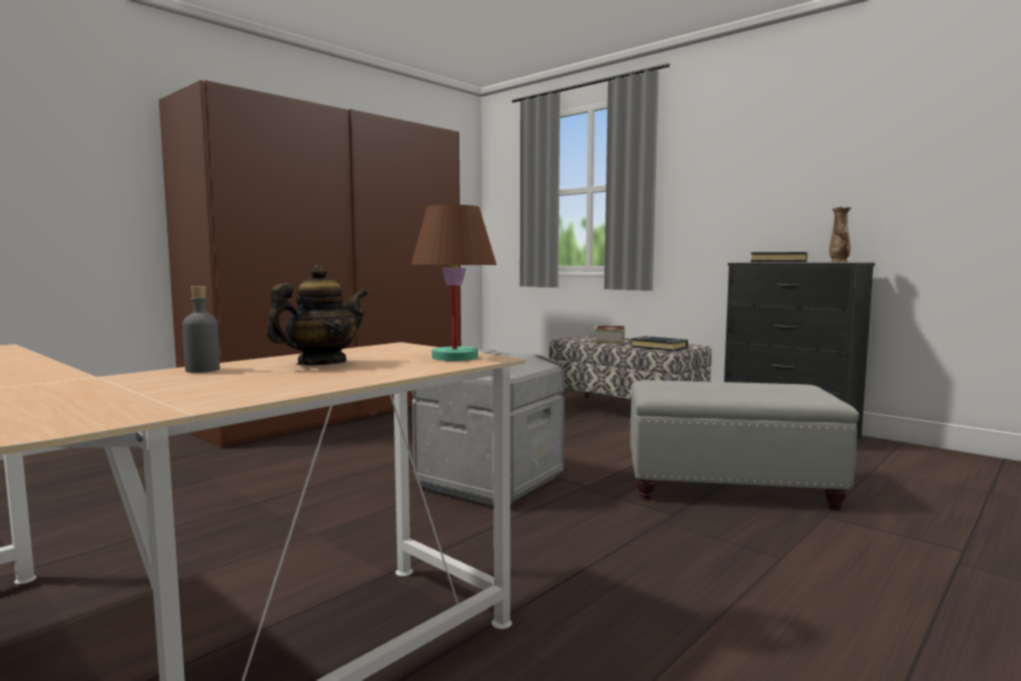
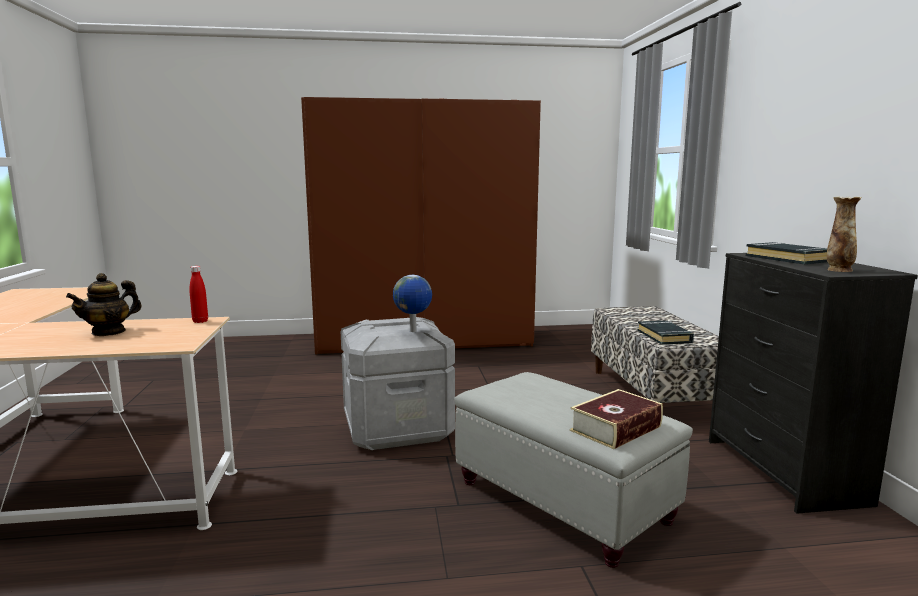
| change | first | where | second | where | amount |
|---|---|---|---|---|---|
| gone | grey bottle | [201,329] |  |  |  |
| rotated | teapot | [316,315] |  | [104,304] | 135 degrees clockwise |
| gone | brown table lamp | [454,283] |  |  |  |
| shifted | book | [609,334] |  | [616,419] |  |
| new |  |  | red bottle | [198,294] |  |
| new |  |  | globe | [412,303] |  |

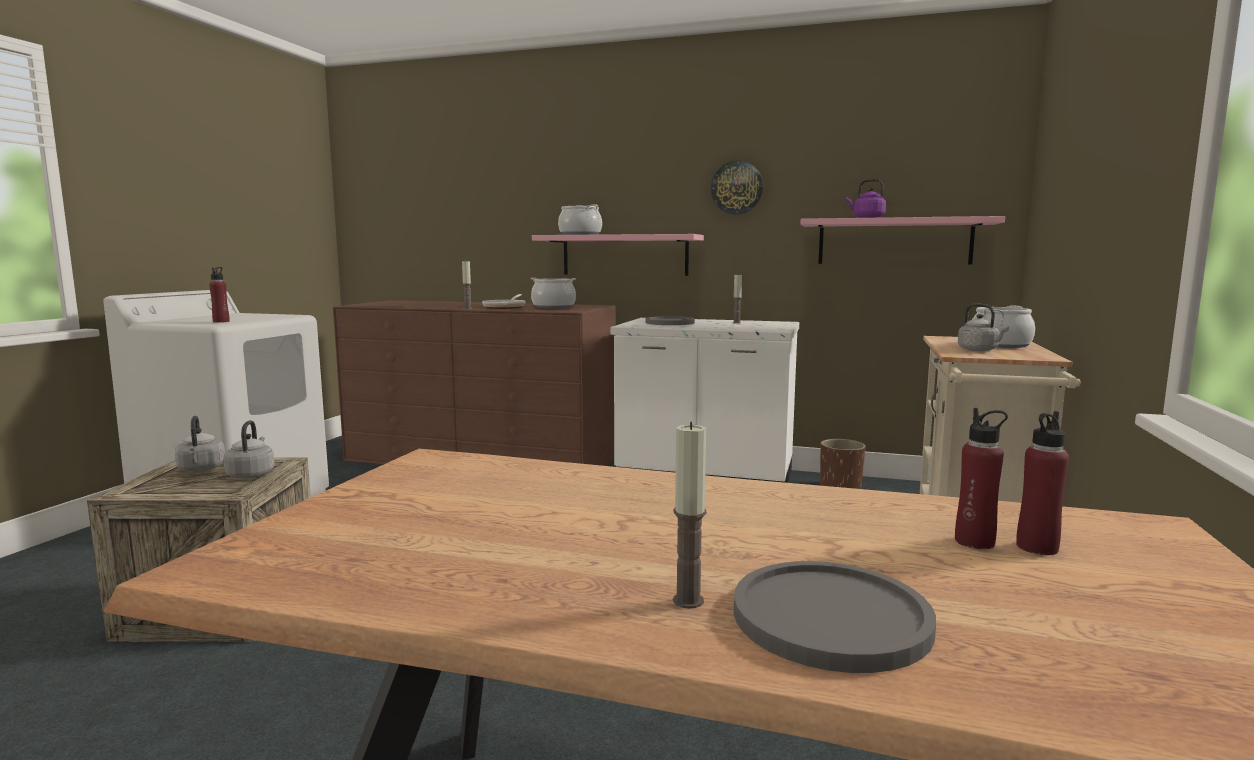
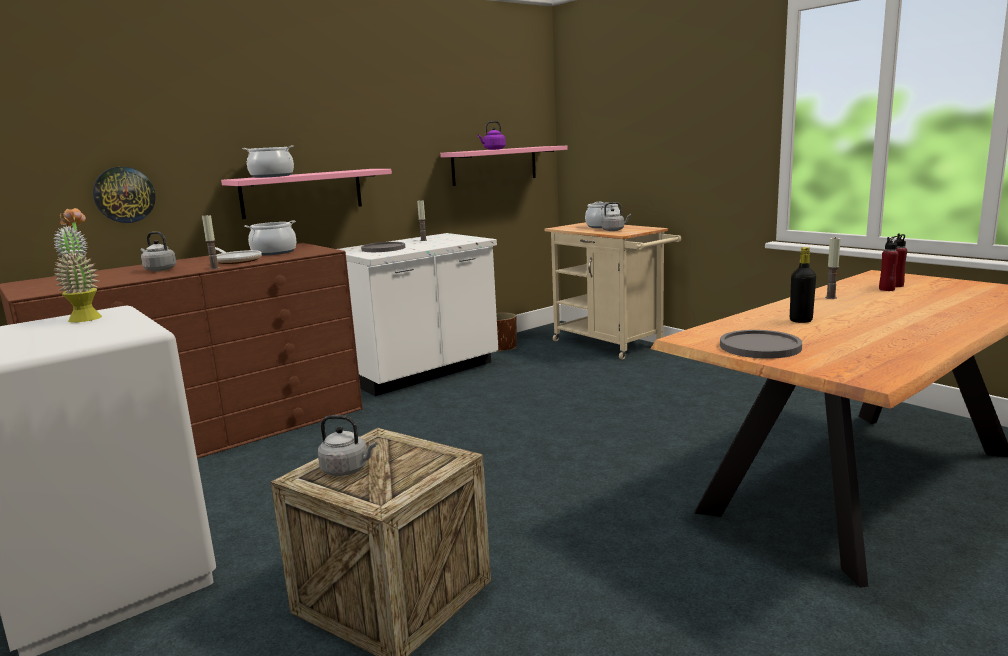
| change | first | where | second | where | amount |
|---|---|---|---|---|---|
| gone | red bottle | [219,295] |  |  |  |
| shifted | grey kettle | [248,449] |  | [158,251] |  |
| shifted | candle | [689,515] |  | [833,268] |  |
| shifted | wall clock | [737,187] |  | [124,195] |  |
| shifted | grey plate | [835,617] |  | [761,344] |  |
| new |  |  | potted plant | [77,265] |  |
| new |  |  | black bottle | [803,285] |  |

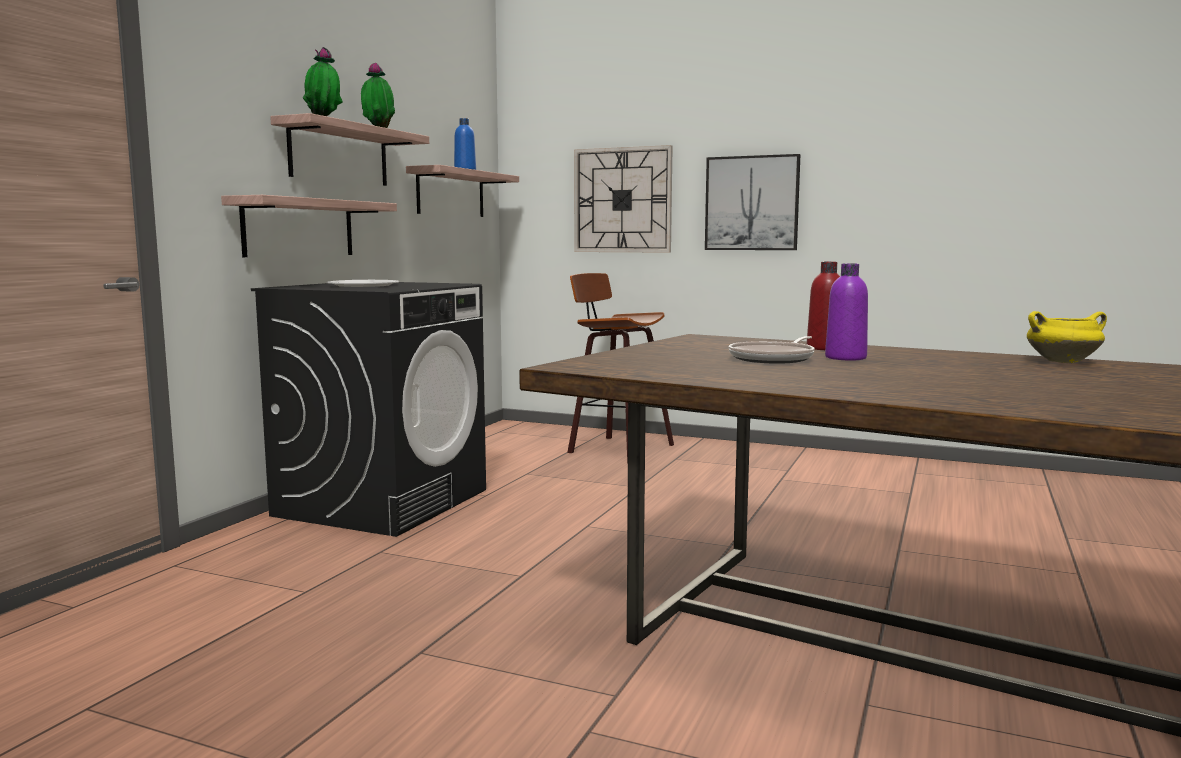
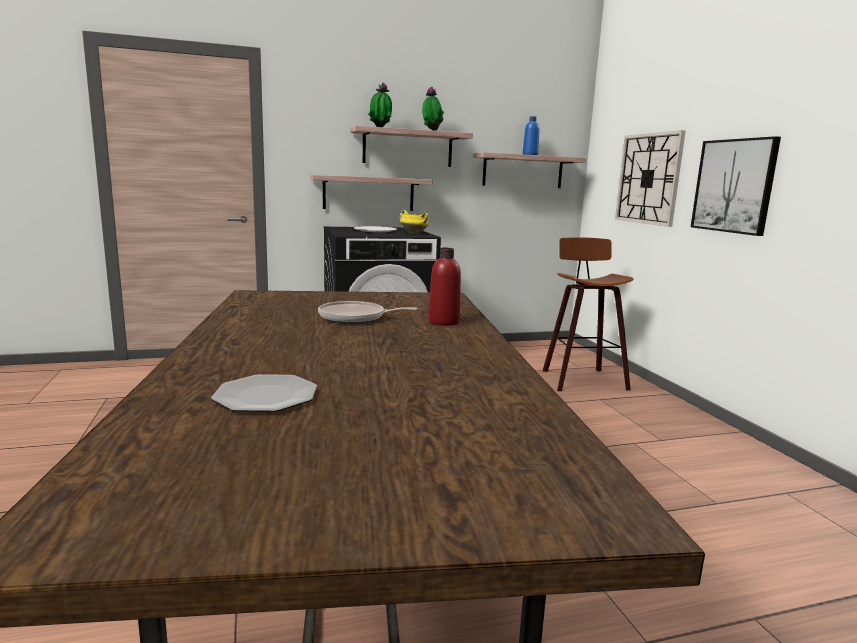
| change | first | where | second | where | amount |
|---|---|---|---|---|---|
| gone | purple bottle | [846,311] |  |  |  |
| shifted | yellow cooking pot | [1067,337] |  | [414,222] |  |
| new |  |  | plate | [264,393] |  |

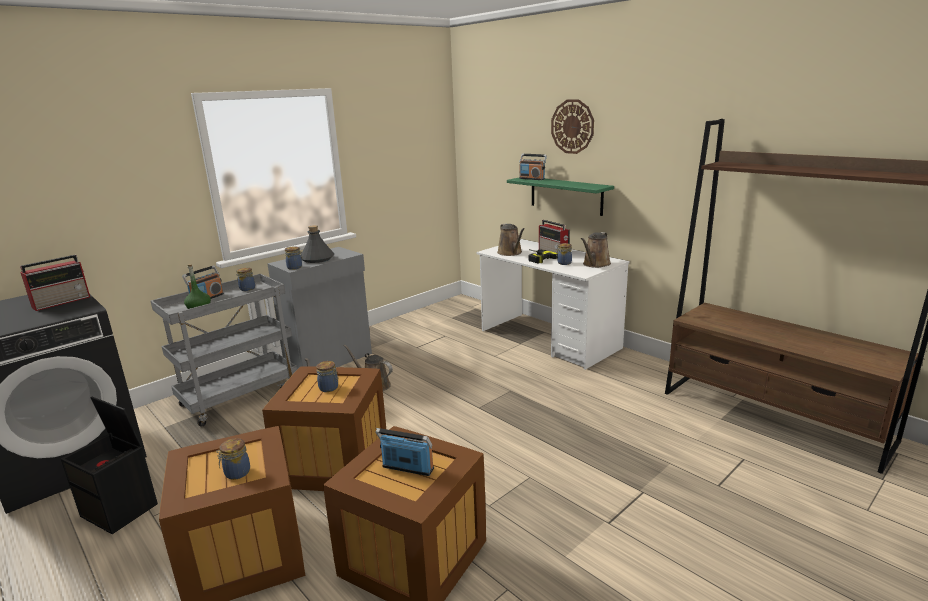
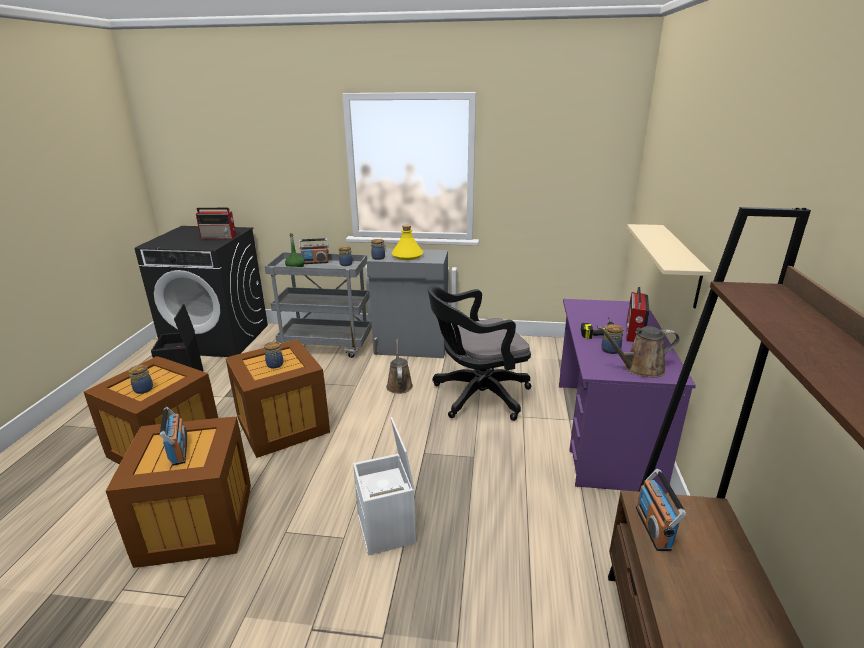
| change | first | where | second | where | amount |
|---|---|---|---|---|---|
| repainted | grey bottle | [317,244] | yellow bottle | [407,242] |  |
| repainted | white desk | [553,304] | purple desk | [627,396] |  |
| gone | brown watering can | [510,239] |  |  |  |
| repainted | green shelf | [560,197] | beige shelf | [669,266] |  |
| shifted | radio | [533,167] |  | [661,510] |  |
| gone | wall clock | [572,126] |  |  |  |
| new |  |  | white storage box | [384,486] |  |
| new |  |  | black office chair | [479,353] |  |

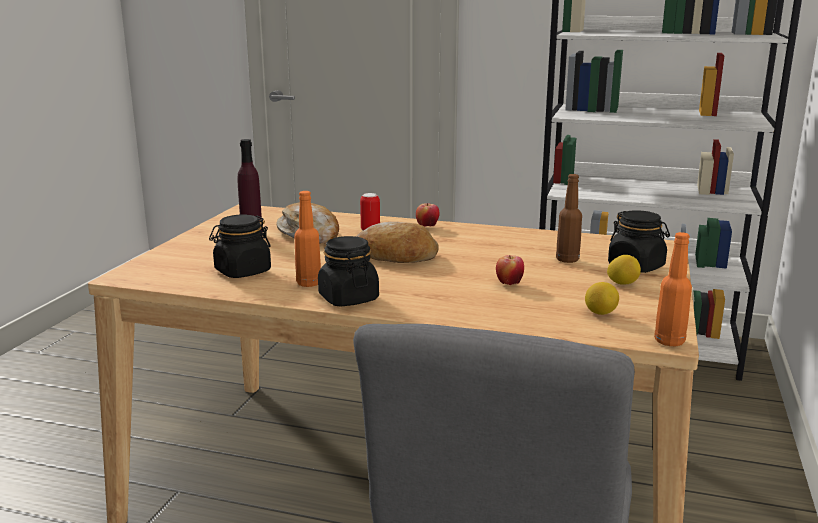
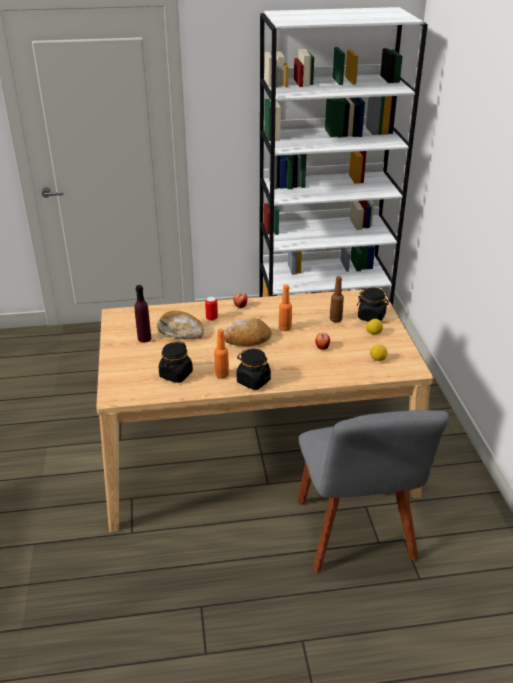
| change | first | where | second | where | amount |
|---|---|---|---|---|---|
| shifted | orange bottle | [673,289] |  | [285,308] |  |

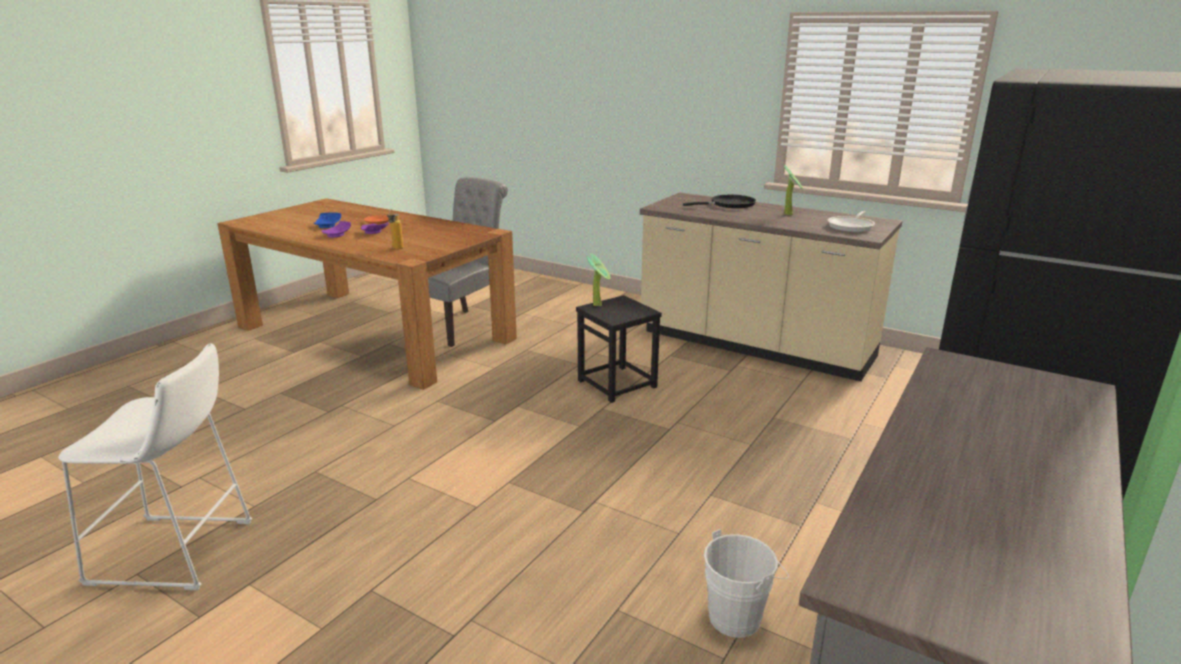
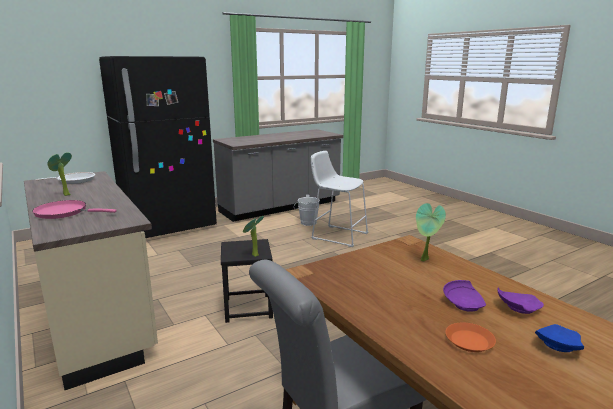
| change | first | where | second | where | amount |
|---|---|---|---|---|---|
| shifted | white stool | [155,466] |  | [339,199] |  |
| swapped | bottle | [395,229] | potted plant | [431,232] |  |
| repainted | black frying pan | [719,201] | pink frying pan | [74,209] |  |

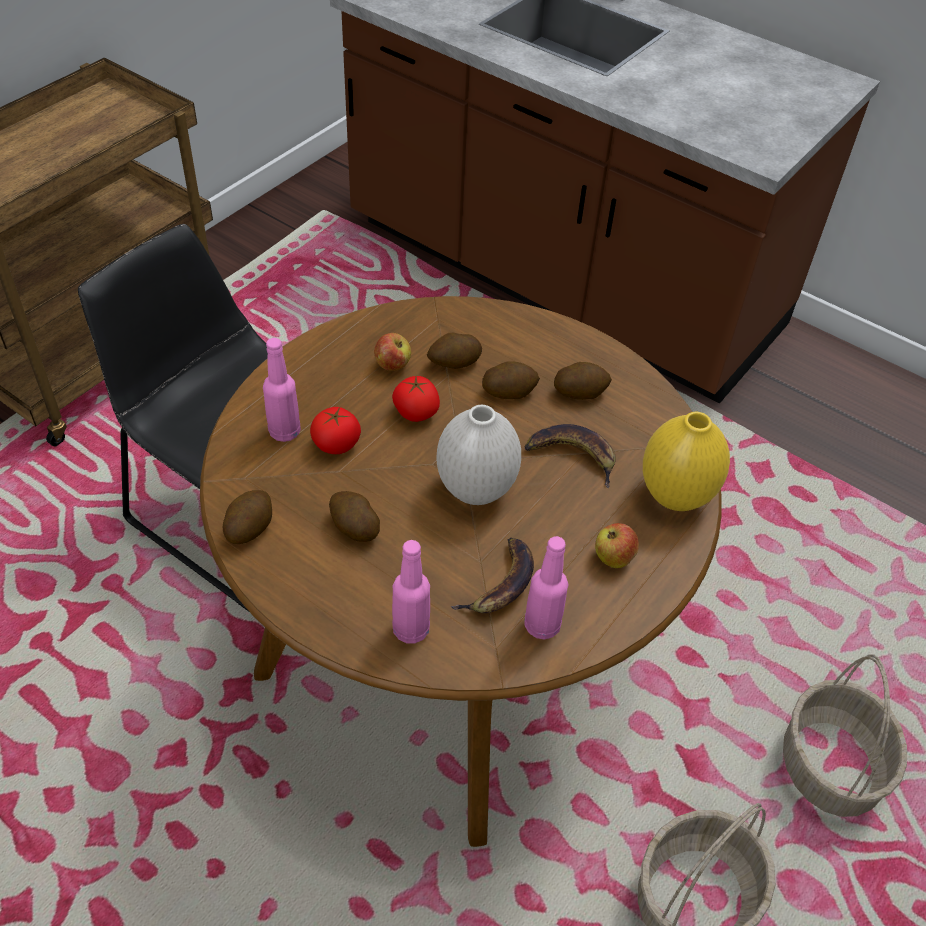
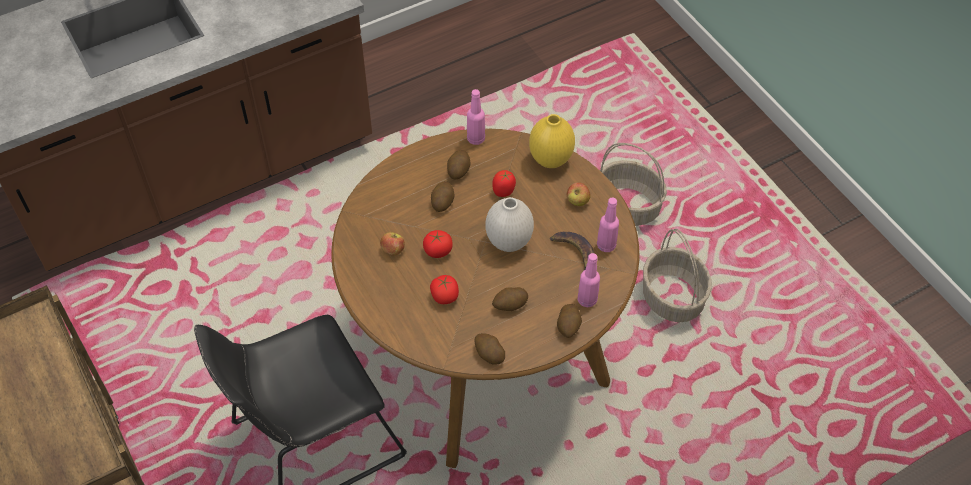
| change | first | where | second | where | amount |
|---|---|---|---|---|---|
| shifted | pink bottle | [282,390] |  | [476,117] |  |
| shifted | potato | [454,351] |  | [569,321] |  |
| swapped | banana | [570,456] | tomato | [504,183] |  |

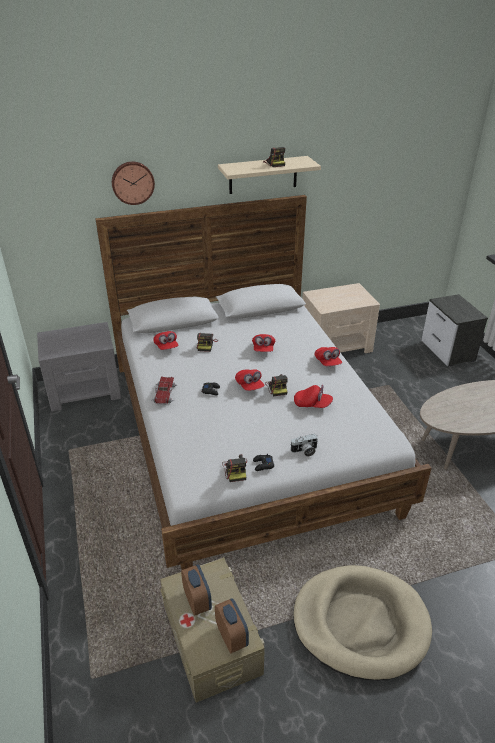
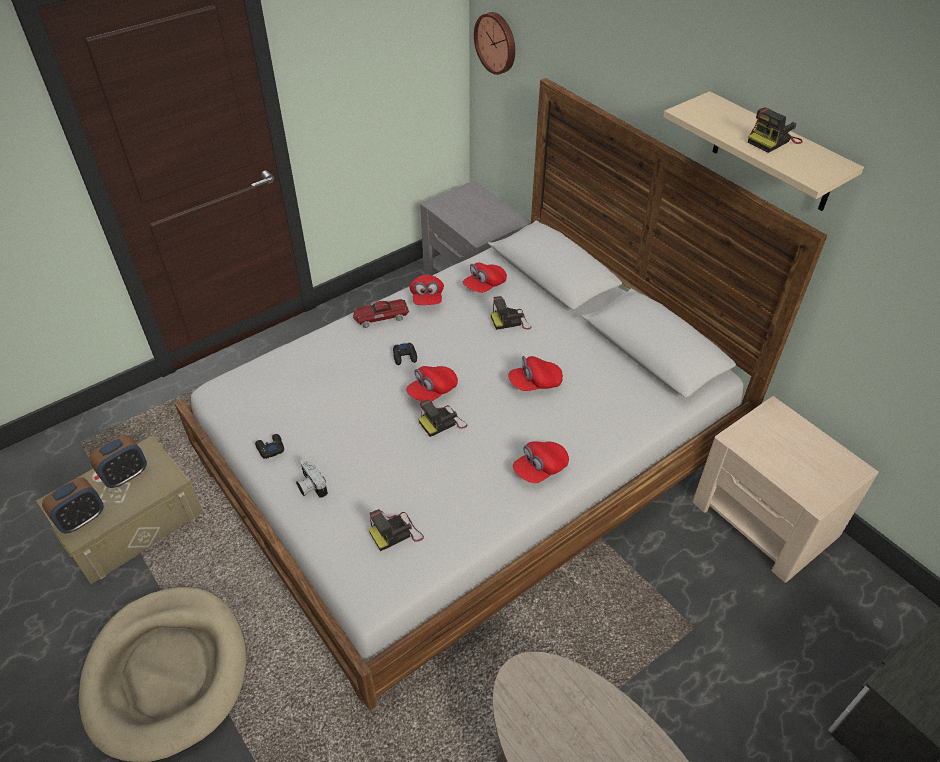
| change | first | where | second | where | amount |
|---|---|---|---|---|---|
| shifted | wall clock | [133,183] |  | [494,43] |  |
| shifted | photo camera | [234,468] |  | [396,530] |  |
| shifted | red cap | [313,396] |  | [426,290] |  |

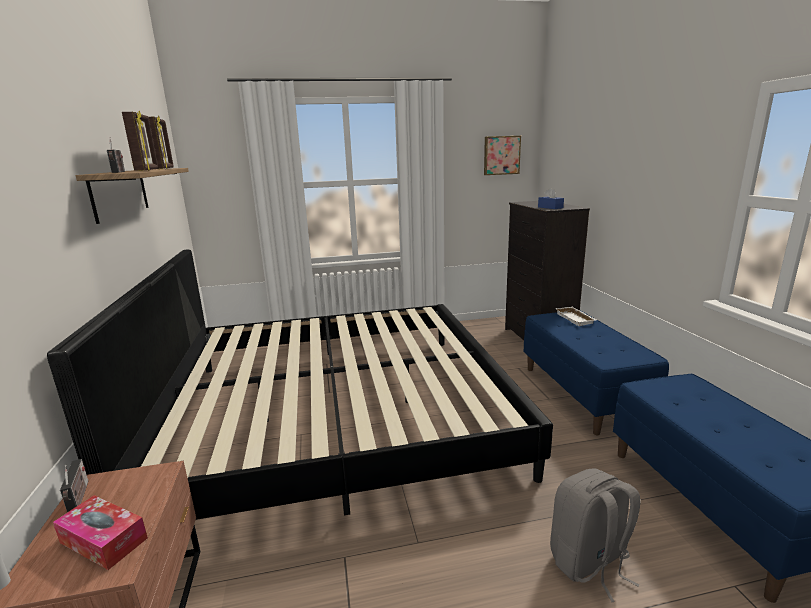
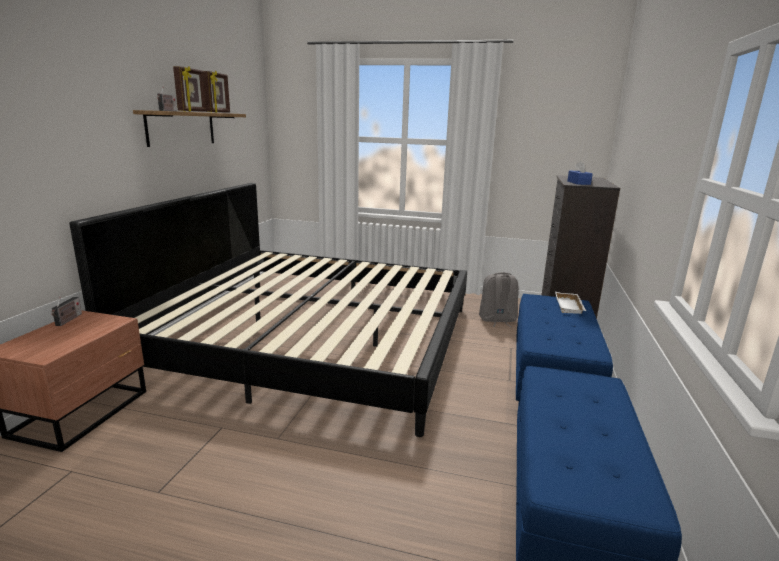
| change | first | where | second | where | amount |
|---|---|---|---|---|---|
| gone | tissue box | [100,532] |  |  |  |
| gone | picture | [502,155] |  |  |  |
| shifted | grey backpack | [595,535] |  | [499,299] |  |

